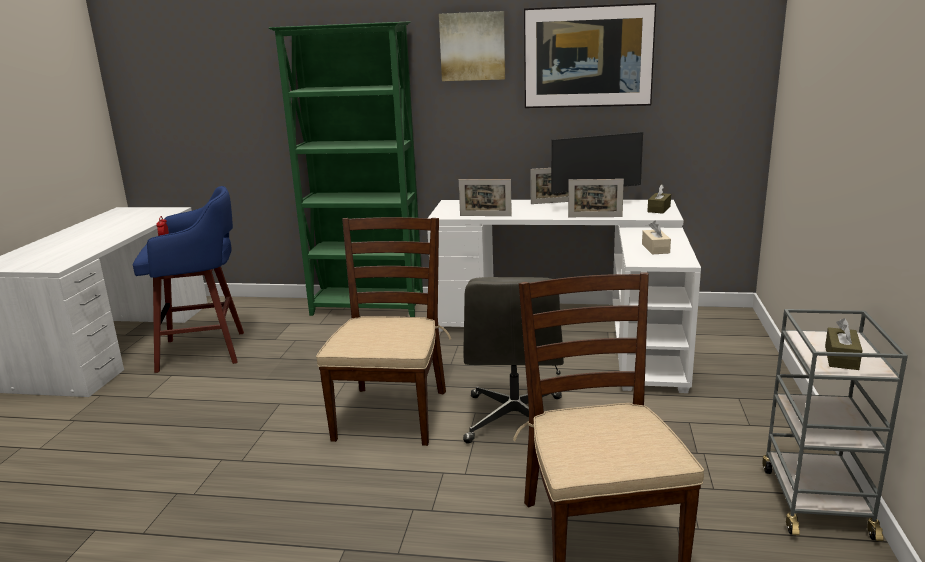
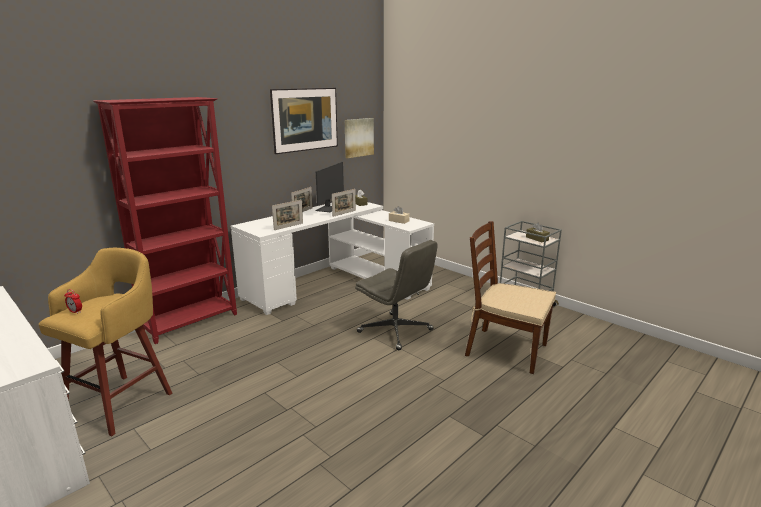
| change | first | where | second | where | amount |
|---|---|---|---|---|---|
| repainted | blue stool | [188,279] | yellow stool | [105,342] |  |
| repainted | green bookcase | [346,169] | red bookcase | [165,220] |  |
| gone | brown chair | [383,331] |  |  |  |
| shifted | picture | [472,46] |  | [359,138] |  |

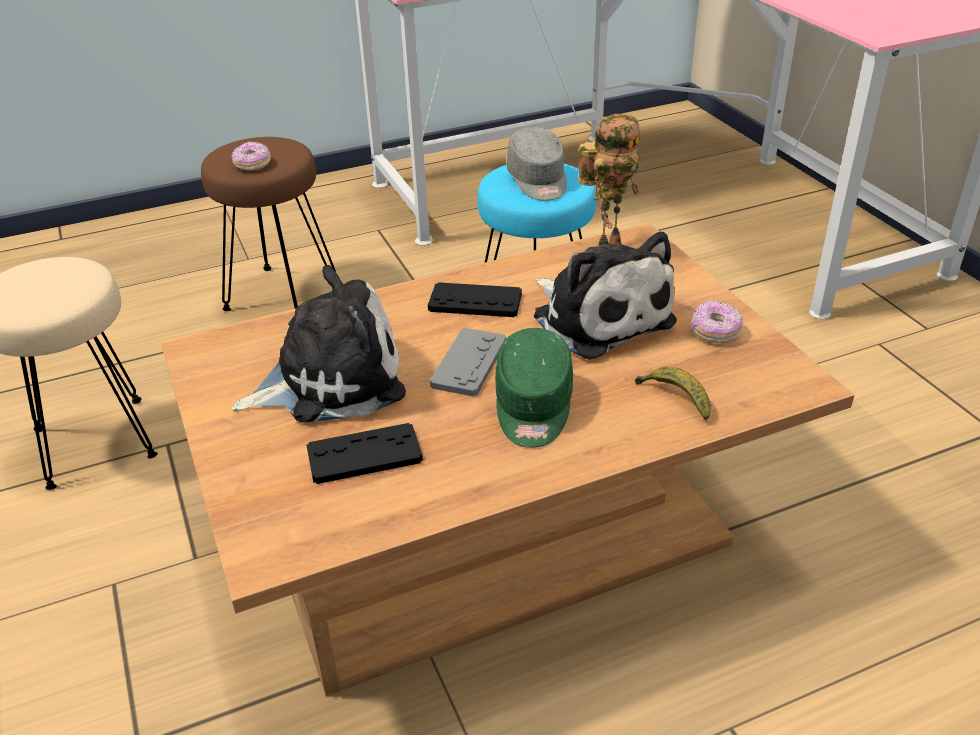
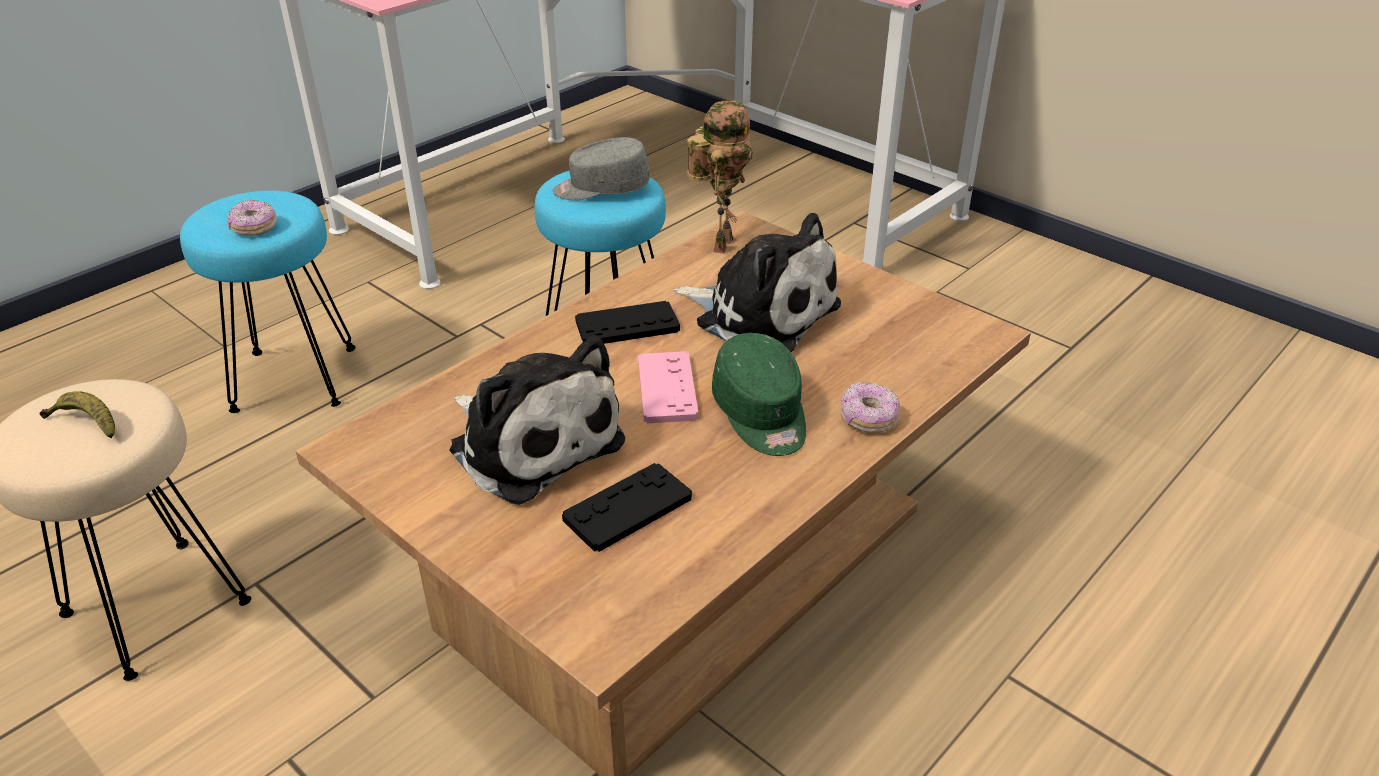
| change | first | where | second | where | amount |
|---|---|---|---|---|---|
| repainted | brown stool | [268,224] | turquoise stool | [268,302] |  |
| rotated | plush toy | [318,344] |  | [537,420] | 90 degrees clockwise |
| repainted | grey game controller | [468,362] | pink game controller | [668,387] |  |
| rotated | grey cap | [536,164] |  | [601,168] | 120 degrees clockwise |
| shifted | banana | [673,393] |  | [77,414] |  |
| shifted | donut | [717,321] |  | [870,407] |  |

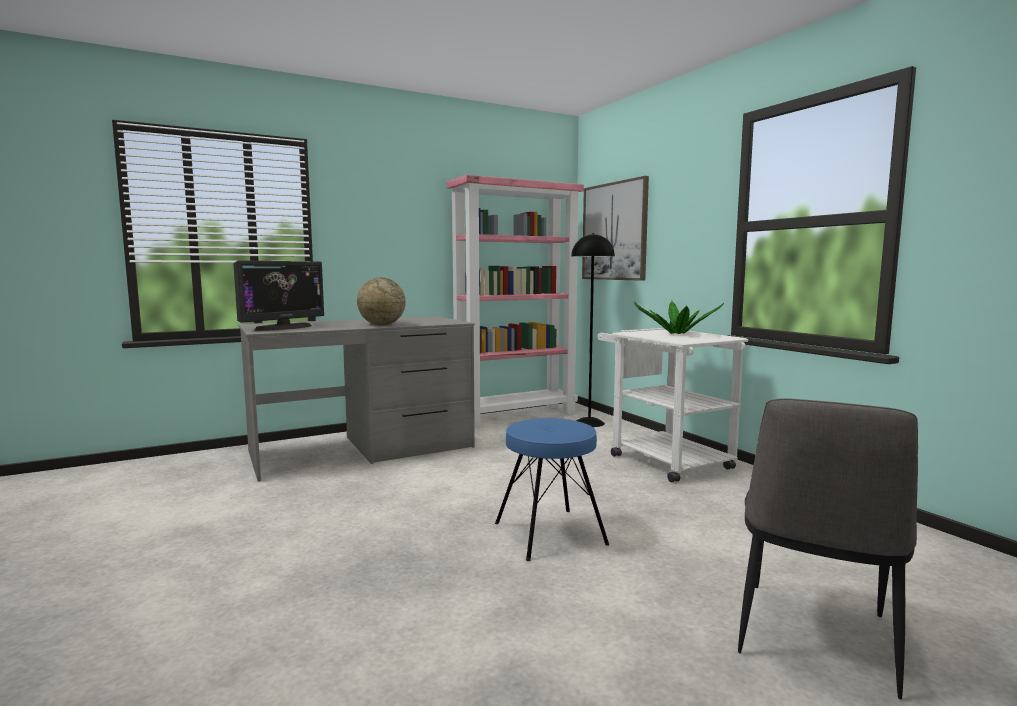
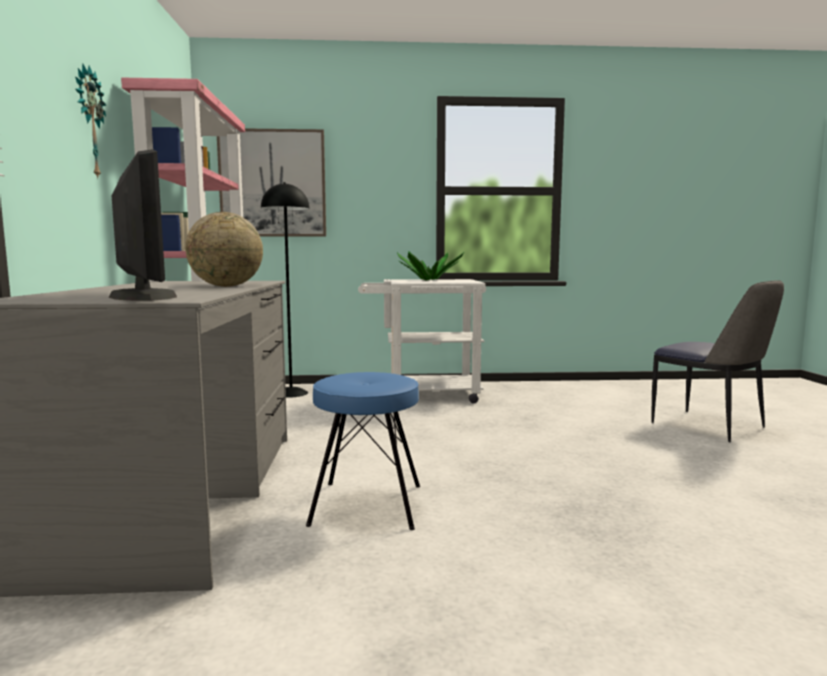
| change | first | where | second | where | amount |
|---|---|---|---|---|---|
| shifted | blue stool | [552,489] |  | [363,451] |  |
| new |  |  | wall clock | [90,121] |  |

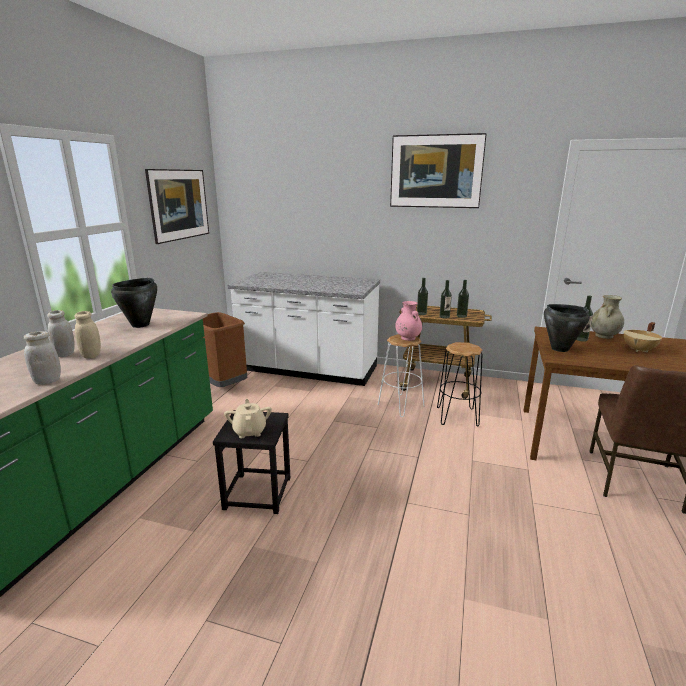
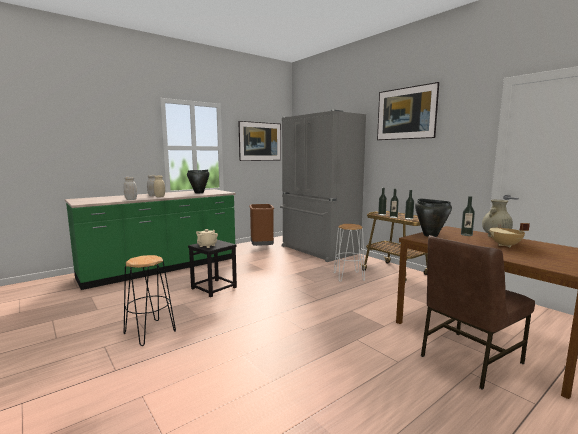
| change | first | where | second | where | amount |
|---|---|---|---|---|---|
| swapped | white counter | [303,329] | grey fridge | [323,186] |  |
| gone | pink vase | [408,321] |  |  |  |
| shifted | black stool | [460,384] |  | [150,300] |  |

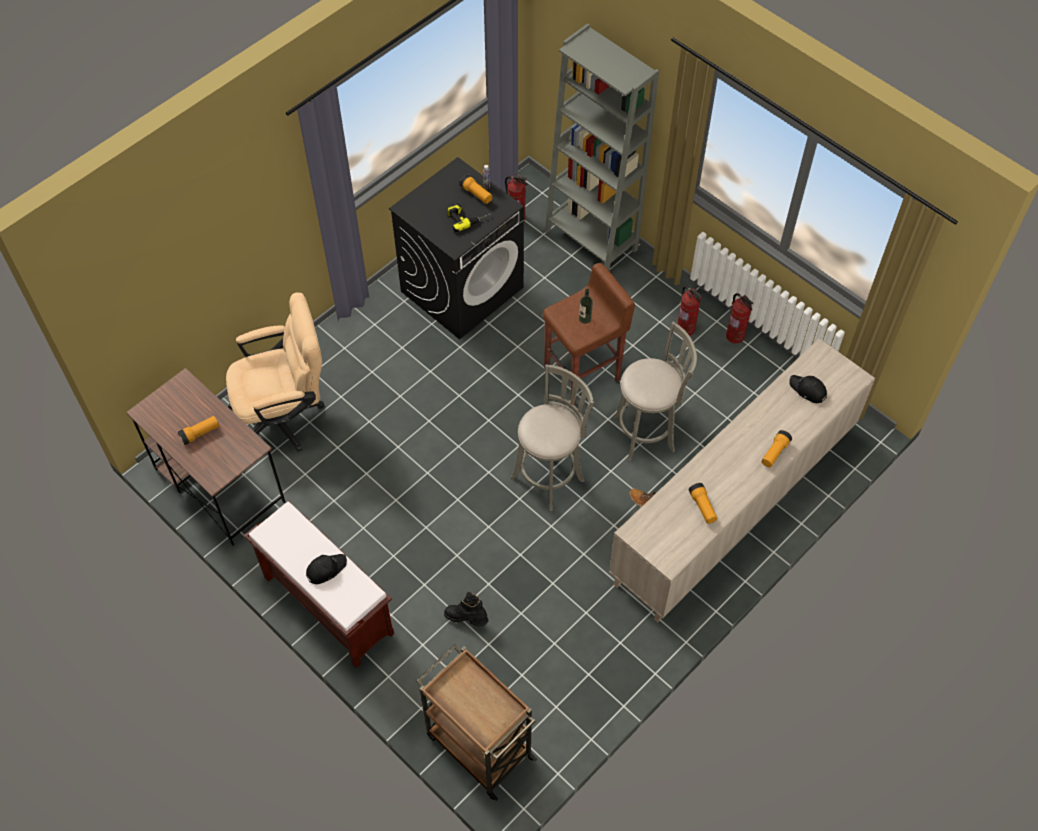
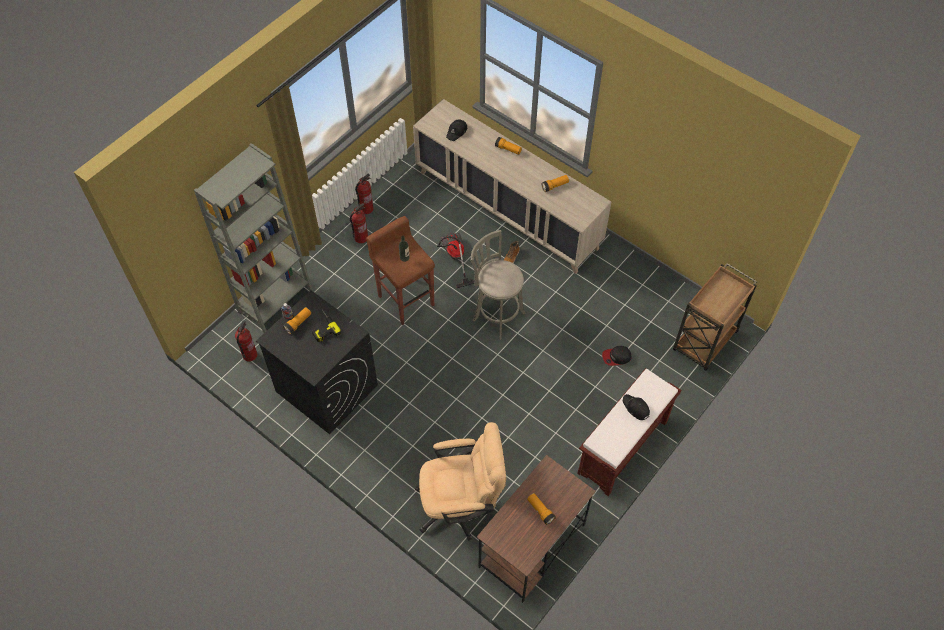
| change | first | where | second | where | amount |
|---|---|---|---|---|---|
| rotated | beige office chair | [275,372] |  | [460,481] | 105 degrees clockwise |
| swapped | black boot | [466,609] | cap | [617,356] |  |
| swapped | grey stool | [655,392] | vacuum cleaner | [456,260] |  |

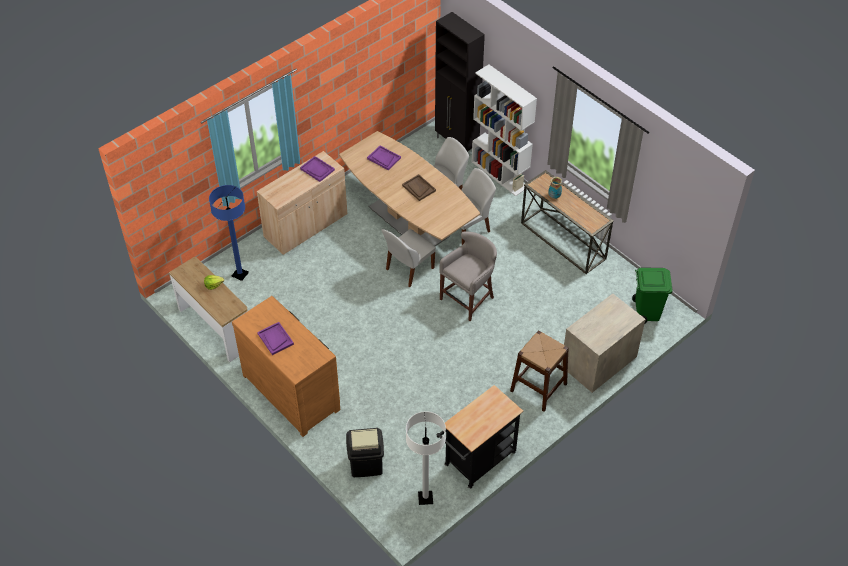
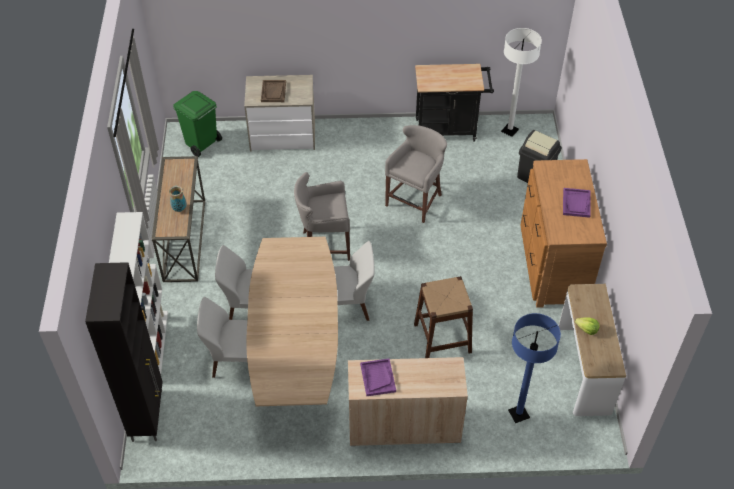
| change | first | where | second | where | amount |
|---|---|---|---|---|---|
| gone | purple tray | [384,158] |  |  |  |
| shifted | brown tray | [419,187] |  | [273,91] |  |
| shifted | brown stool | [539,371] |  | [443,317] |  |
| new |  |  | grey stool | [416,174] |  |

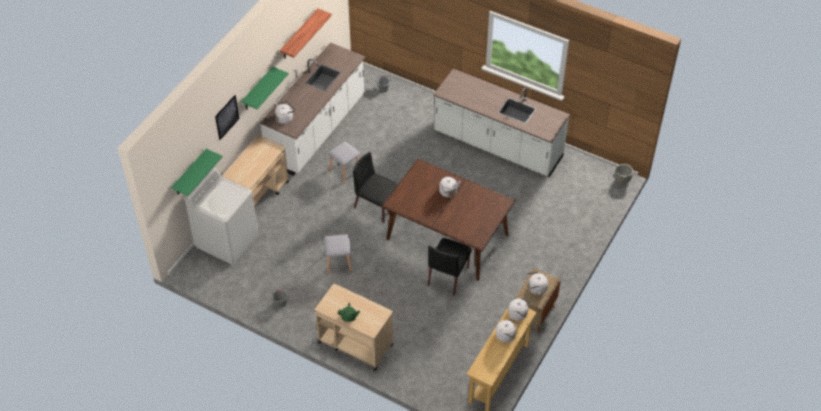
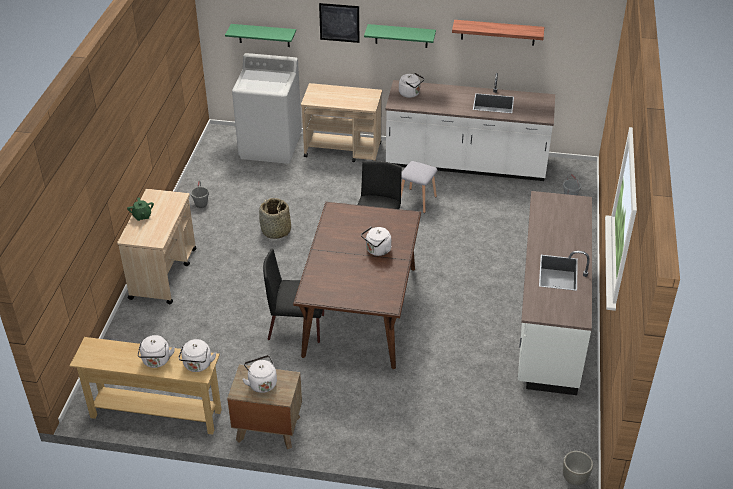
| change | first | where | second | where | amount |
|---|---|---|---|---|---|
| swapped | grey stool | [338,254] | basket | [275,218] |  |

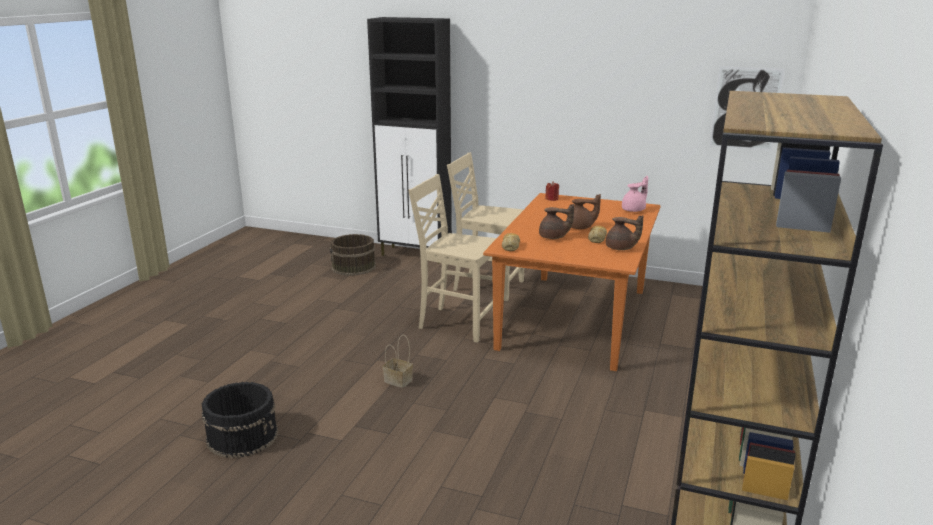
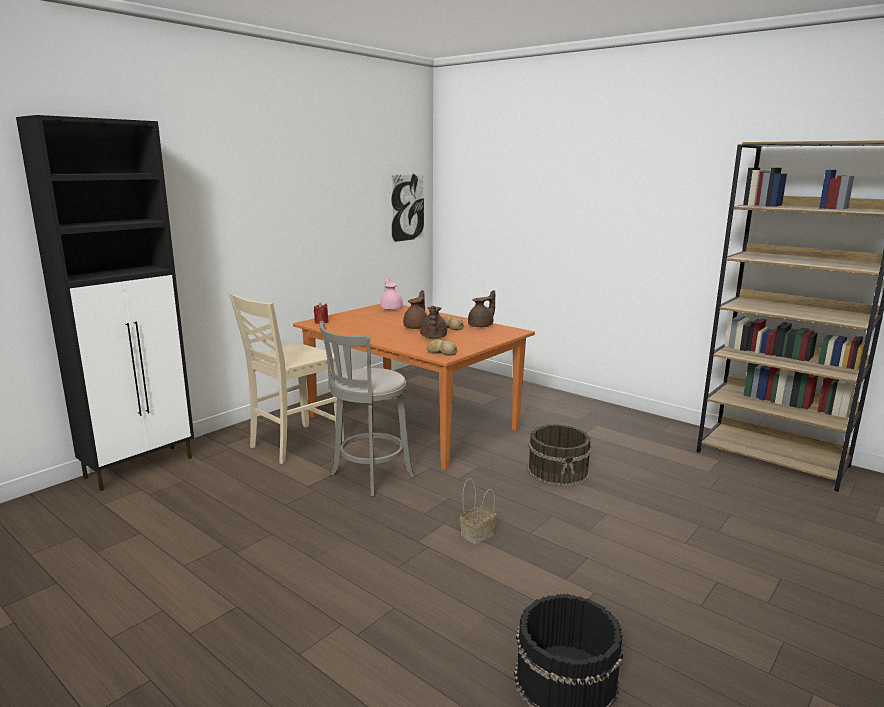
| change | first | where | second | where | amount |
|---|---|---|---|---|---|
| shifted | brown bucket | [352,255] |  | [559,456] |  |
| swapped | beige chair | [452,258] | grey stool | [367,409] |  |
| rotated | brown teapot | [556,221] |  | [433,322] | 150 degrees clockwise |

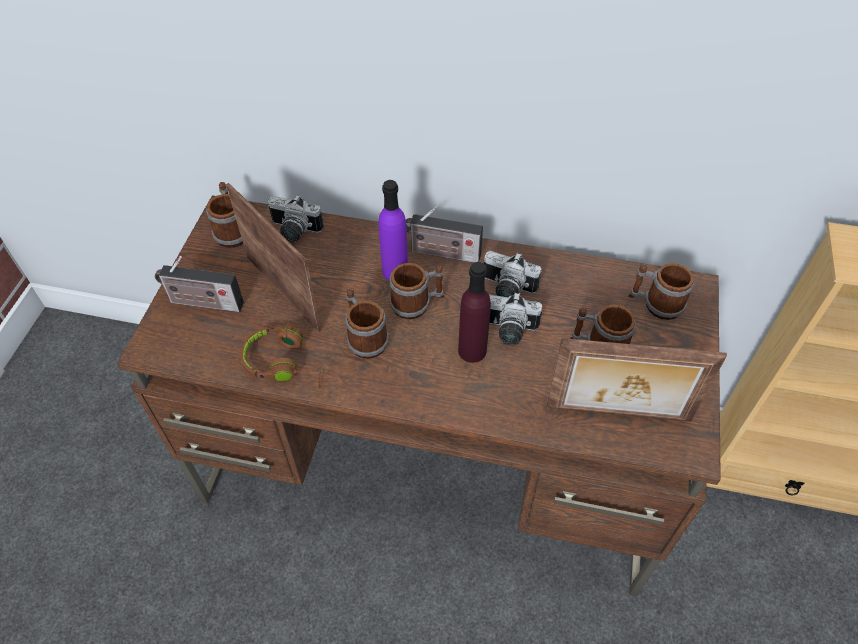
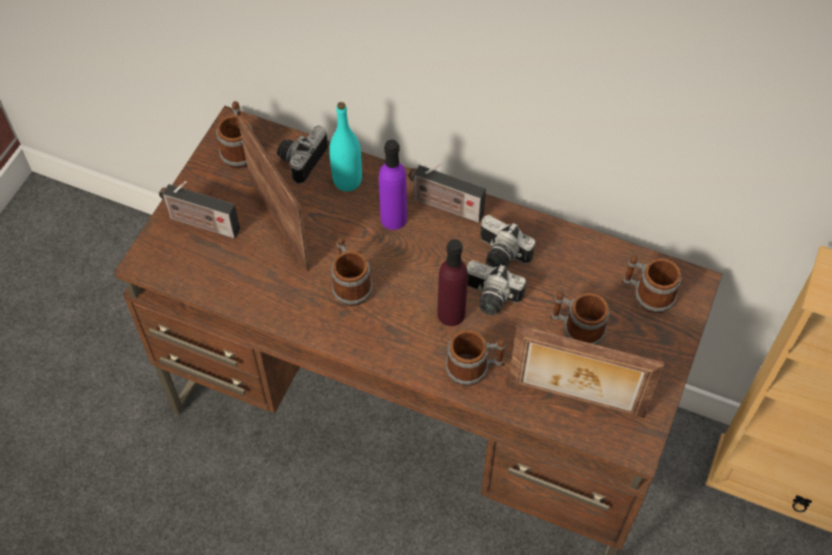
| change | first | where | second | where | amount |
|---|---|---|---|---|---|
| gone | brown headphones | [282,354] |  |  |  |
| rotated | photo camera | [296,218] |  | [302,154] | 90 degrees clockwise |
| shifted | mug | [416,291] |  | [476,358] |  |
| new |  |  | turquoise bottle | [345,146] |  |

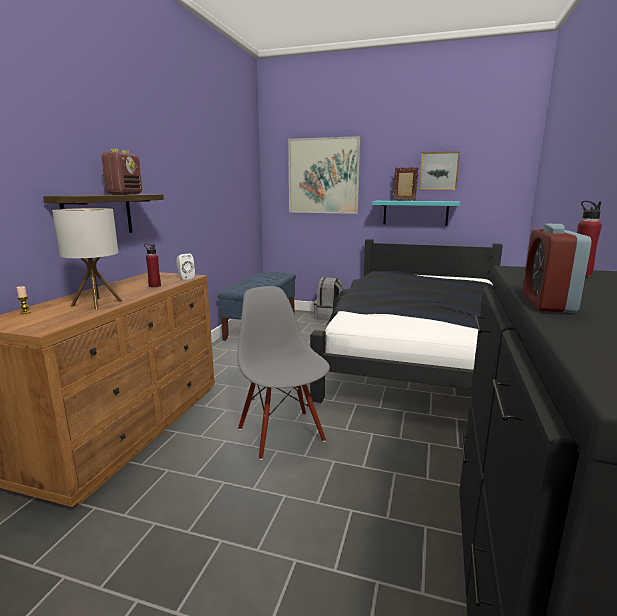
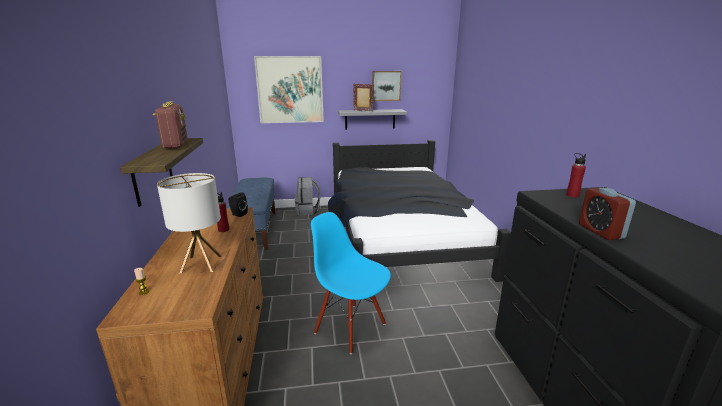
| change | first | where | second | where | amount |
|---|---|---|---|---|---|
| repainted | white speaker | [185,267] | black speaker | [238,204] |  |
| repainted | grey chair | [283,373] | blue chair | [351,283] |  |
| repainted | turquoise shelf | [416,213] | grey shelf | [372,119] |  |

